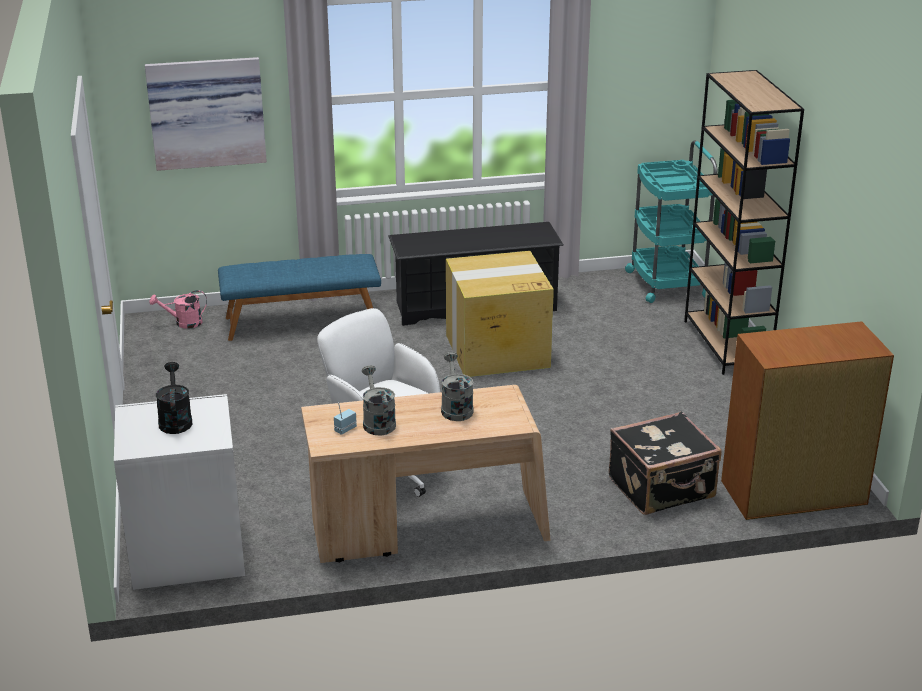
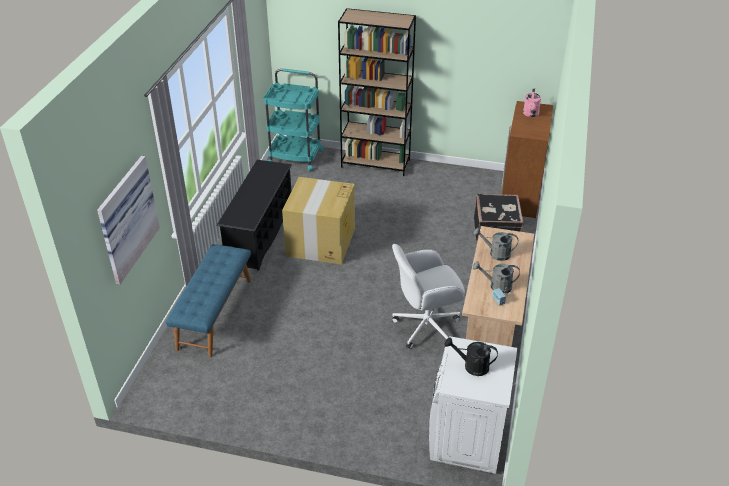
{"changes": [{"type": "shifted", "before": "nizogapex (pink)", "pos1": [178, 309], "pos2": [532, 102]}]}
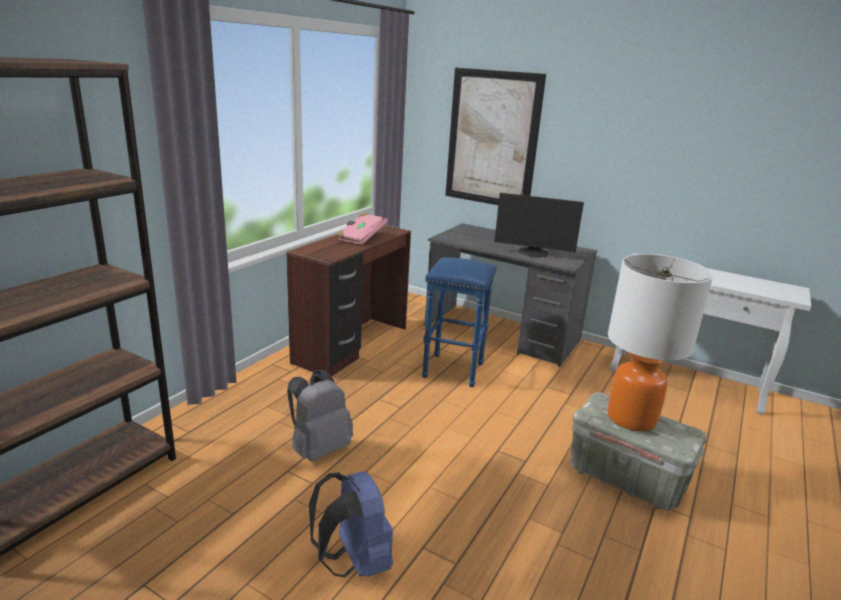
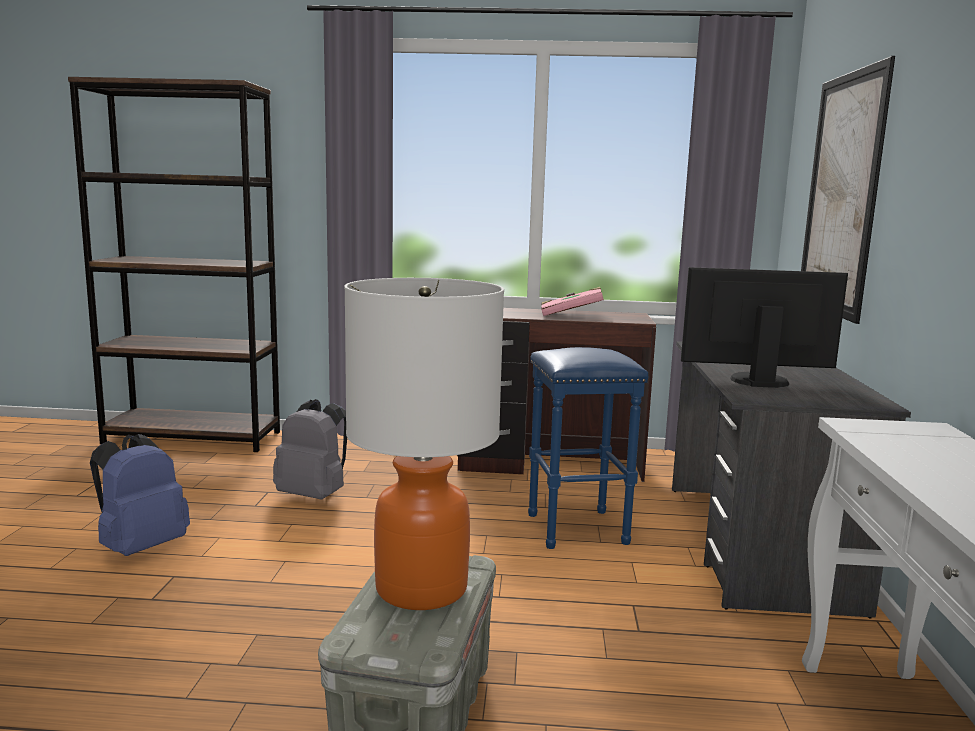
{"changes": [{"type": "rotated", "before": "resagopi", "pos1": [539, 225], "pos2": [764, 327], "turn": 105}]}
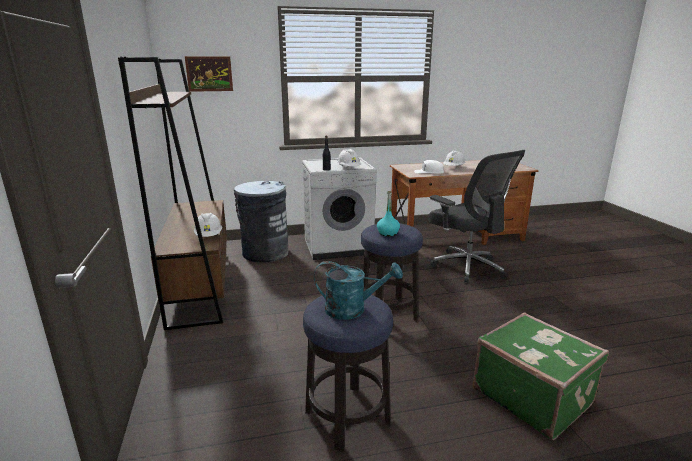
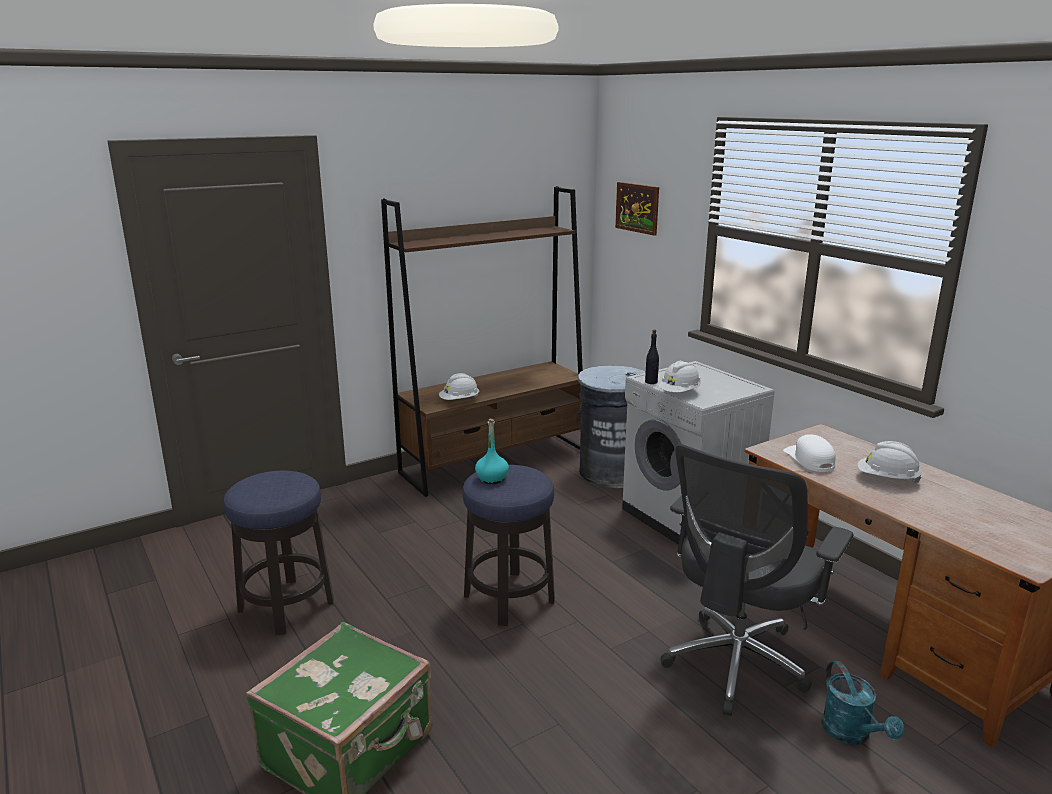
{"changes": [{"type": "shifted", "before": "nizogapex (turquoise)", "pos1": [358, 290], "pos2": [862, 703]}]}
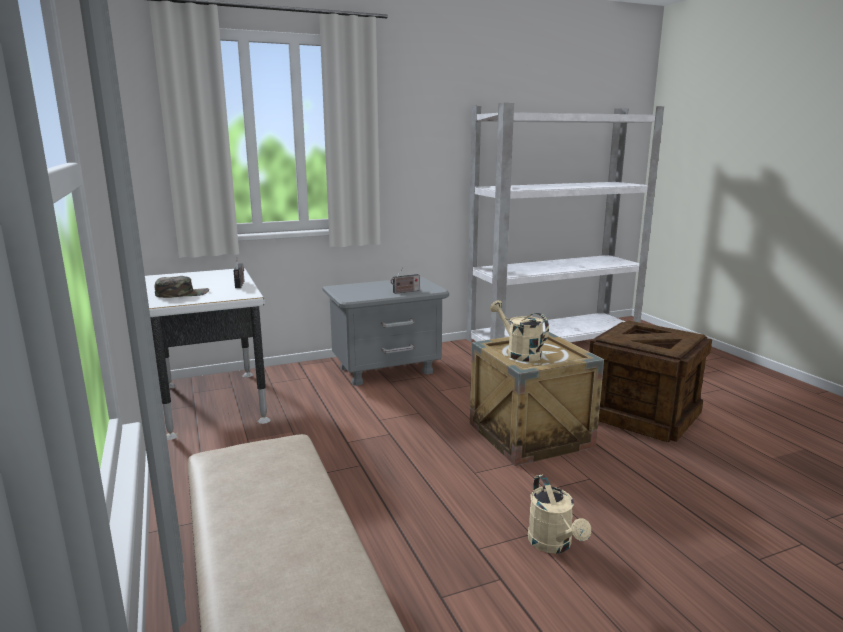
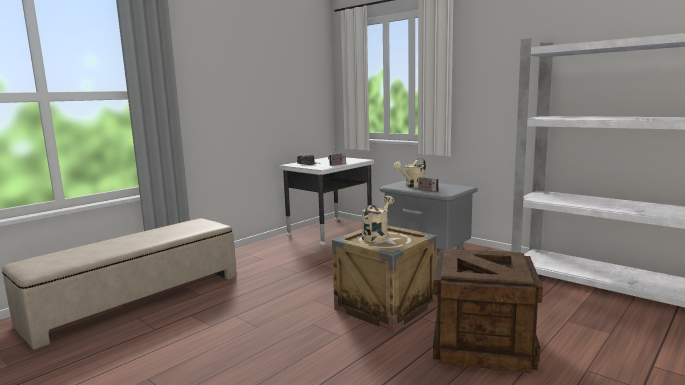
{"changes": [{"type": "shifted", "before": "nizogapex (beige)", "pos1": [559, 514], "pos2": [410, 172]}]}
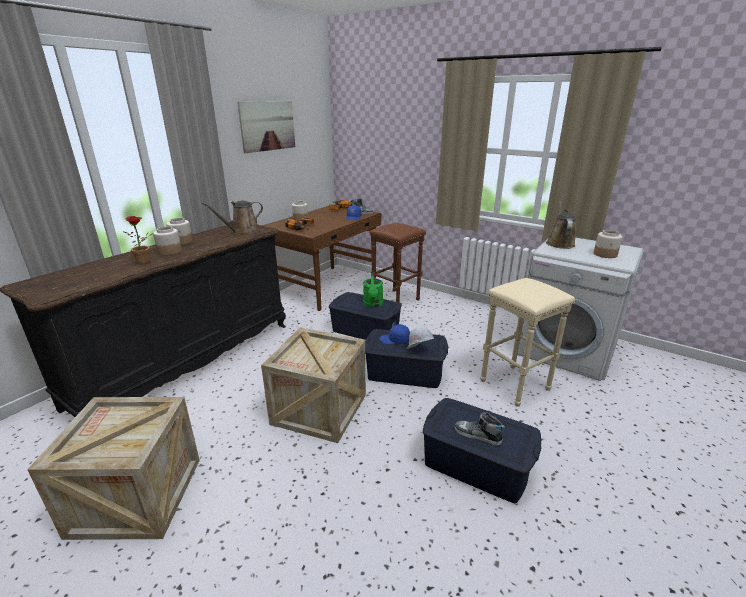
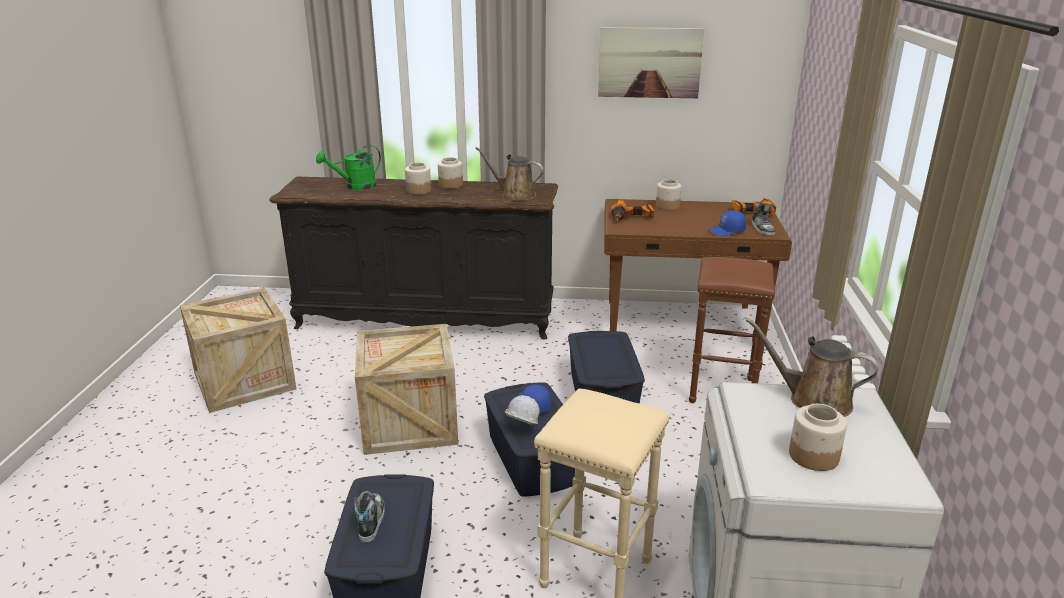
{"changes": [{"type": "gone", "before": "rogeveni", "pos1": [138, 240]}, {"type": "shifted", "before": "nizogapex (green)", "pos1": [373, 290], "pos2": [348, 167]}, {"type": "rotated", "before": "nizogapex (brown)", "pos1": [561, 225], "pos2": [812, 367], "turn": -135}]}
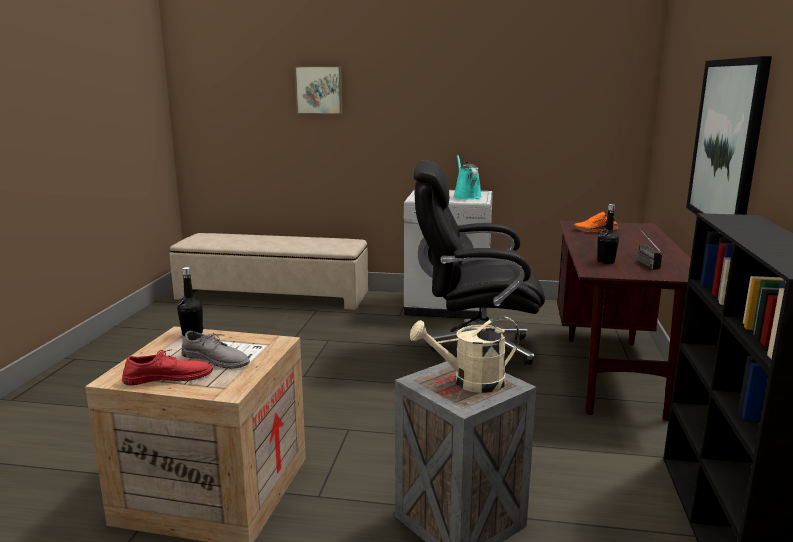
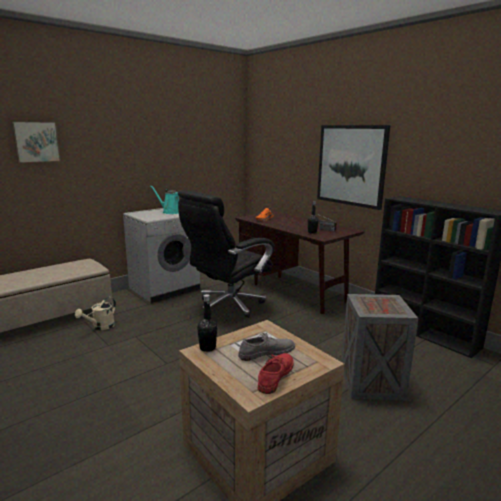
{"changes": [{"type": "shifted", "before": "nizogapex (beige)", "pos1": [465, 355], "pos2": [95, 313]}]}
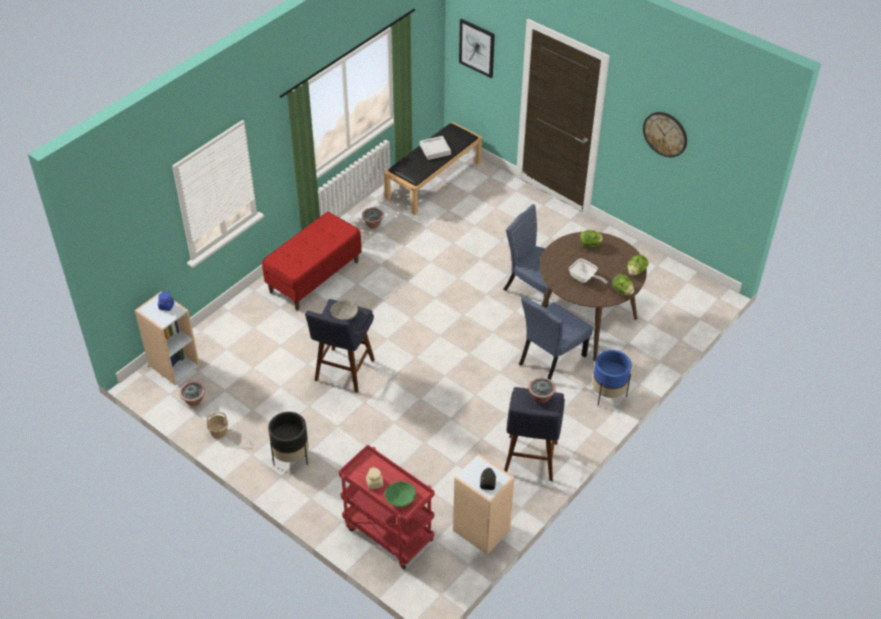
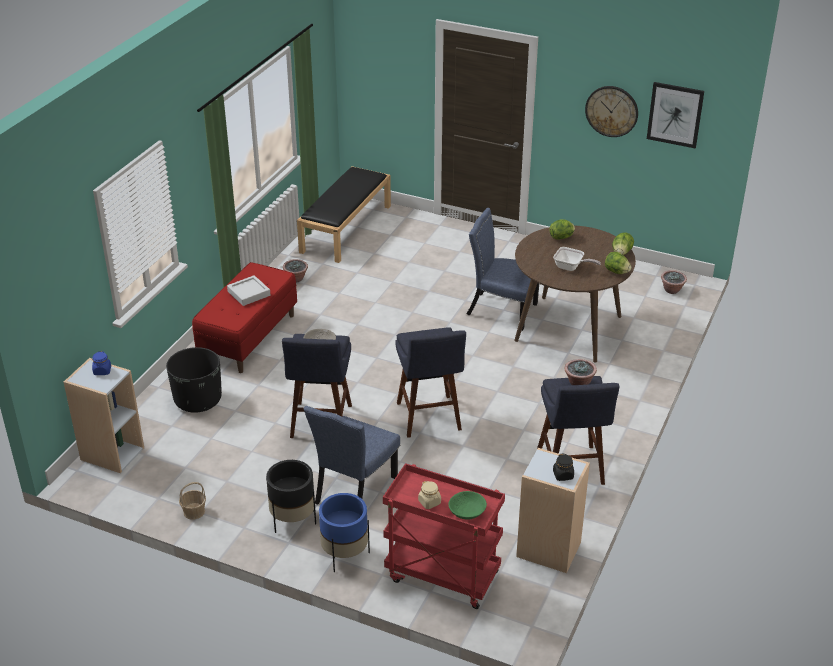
{"changes": [{"type": "new", "after": "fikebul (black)", "pos2": [194, 380]}, {"type": "new", "after": "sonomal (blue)", "pos2": [430, 382]}, {"type": "shifted", "before": "rogeveni", "pos1": [192, 394], "pos2": [674, 282]}, {"type": "shifted", "before": "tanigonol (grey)", "pos1": [435, 148], "pos2": [248, 290]}, {"type": "shifted", "before": "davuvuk", "pos1": [477, 48], "pos2": [675, 115]}, {"type": "shifted", "before": "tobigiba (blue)", "pos1": [556, 337], "pos2": [352, 455]}, {"type": "shifted", "before": "fikebul (blue)", "pos1": [611, 377], "pos2": [344, 532]}]}
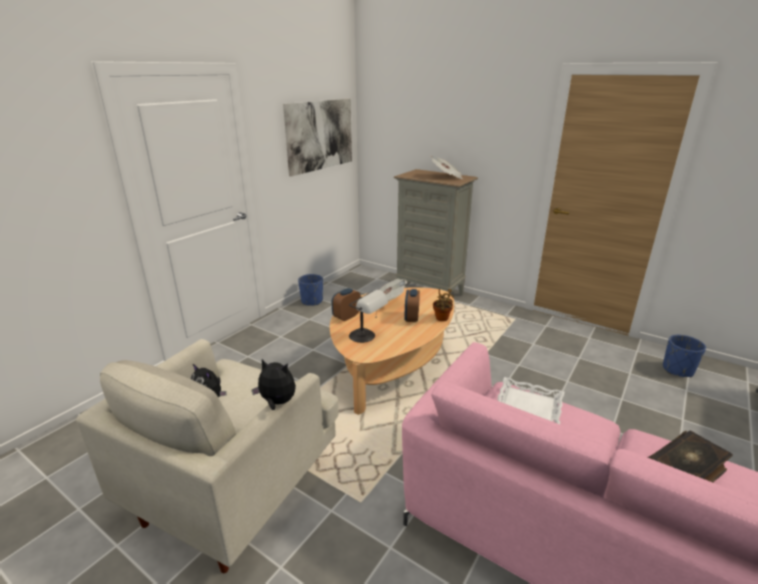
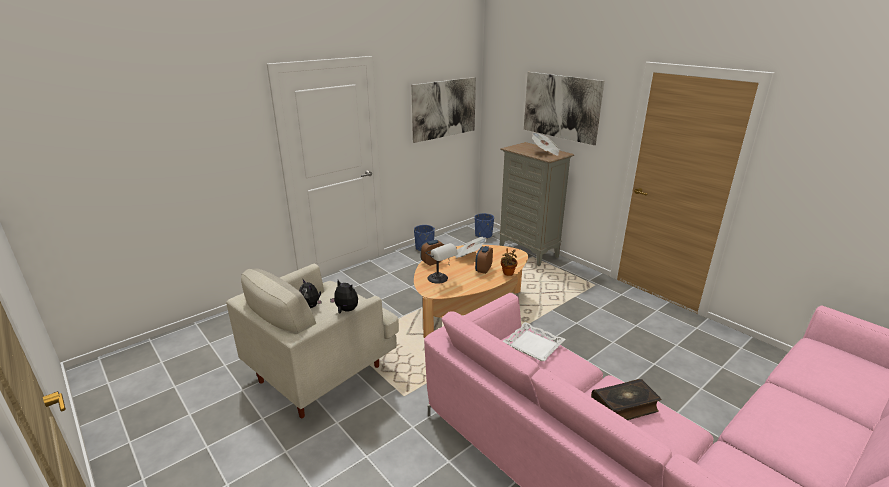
{"changes": [{"type": "new", "after": "davuvuk", "pos2": [564, 108]}, {"type": "shifted", "before": "fikebul (blue)", "pos1": [684, 356], "pos2": [484, 225]}]}
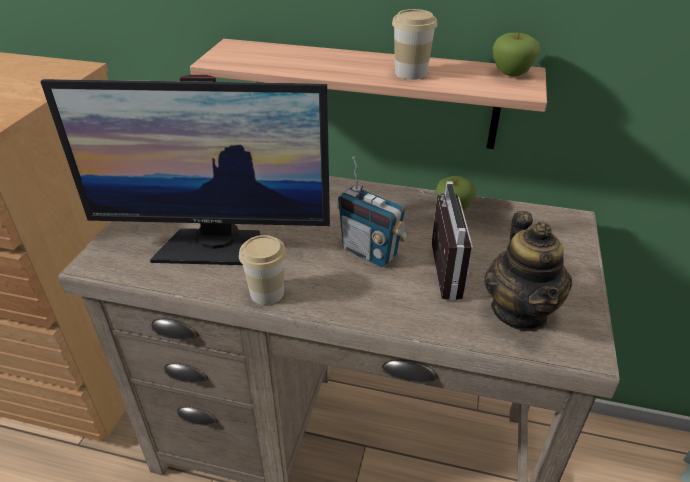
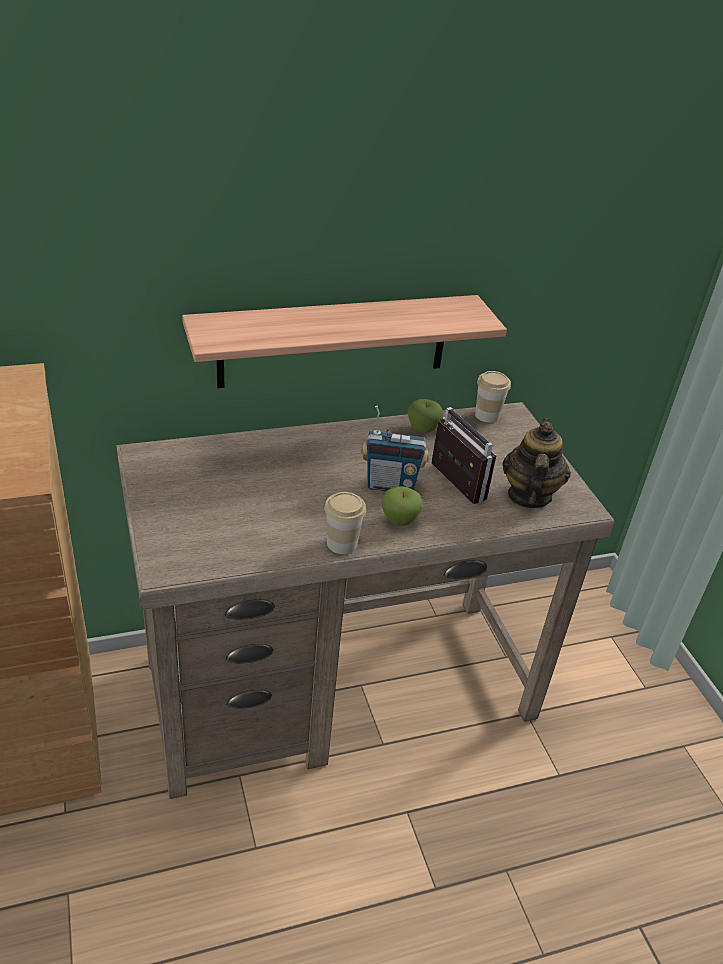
{"changes": [{"type": "gone", "before": "resagopi", "pos1": [185, 170]}, {"type": "shifted", "before": "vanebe", "pos1": [414, 44], "pos2": [493, 397]}, {"type": "shifted", "before": "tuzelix", "pos1": [516, 55], "pos2": [402, 506]}, {"type": "rotated", "before": "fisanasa", "pos1": [528, 271], "pos2": [536, 463], "turn": -135}]}
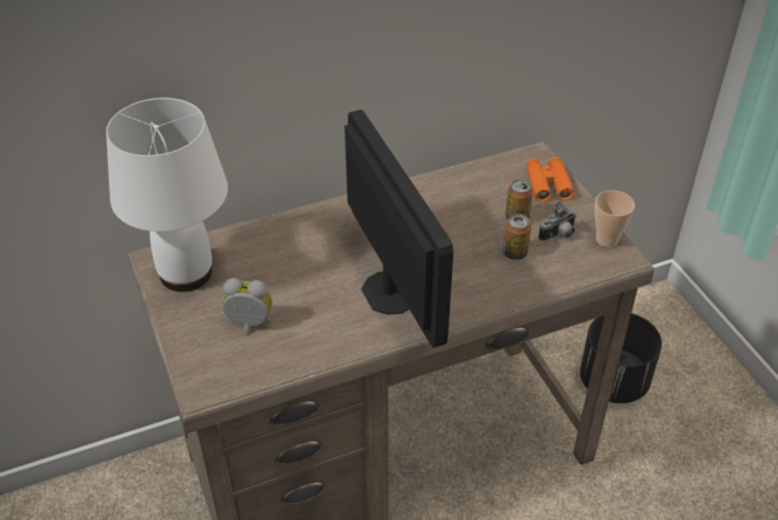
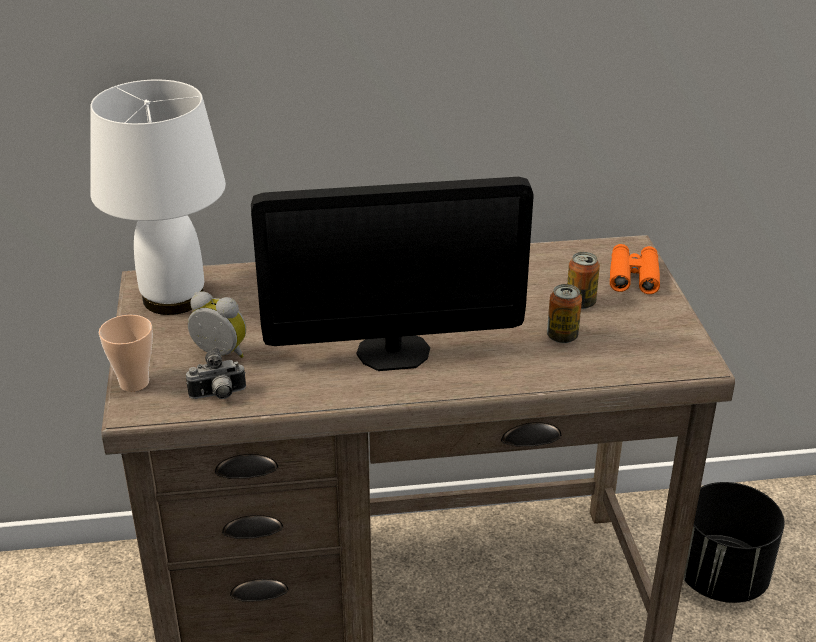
{"changes": [{"type": "shifted", "before": "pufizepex", "pos1": [557, 221], "pos2": [216, 373]}, {"type": "shifted", "before": "vanebe", "pos1": [615, 218], "pos2": [126, 353]}, {"type": "rotated", "before": "resagopi", "pos1": [399, 229], "pos2": [392, 274], "turn": 90}]}
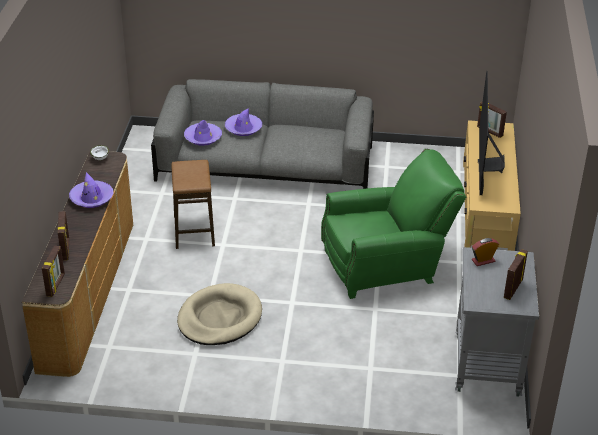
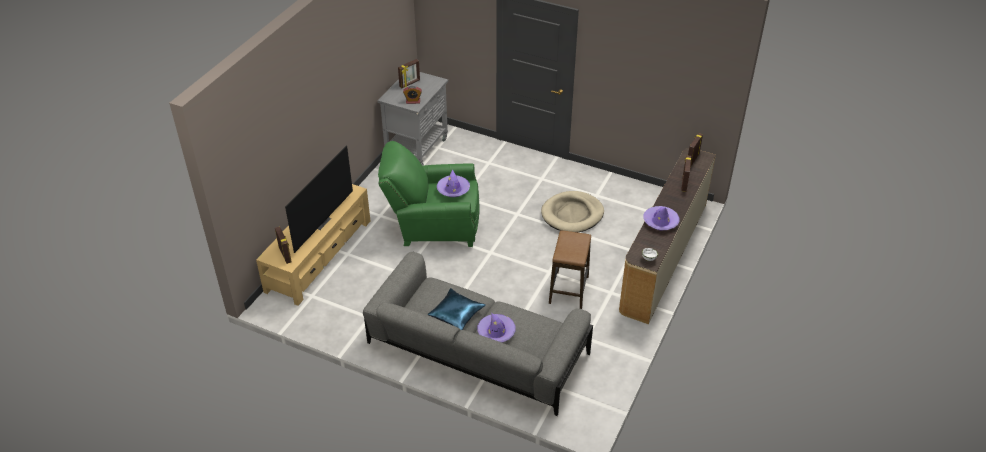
{"changes": [{"type": "new", "after": "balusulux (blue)", "pos2": [456, 309]}, {"type": "shifted", "before": "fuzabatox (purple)", "pos1": [203, 133], "pos2": [453, 183]}]}
